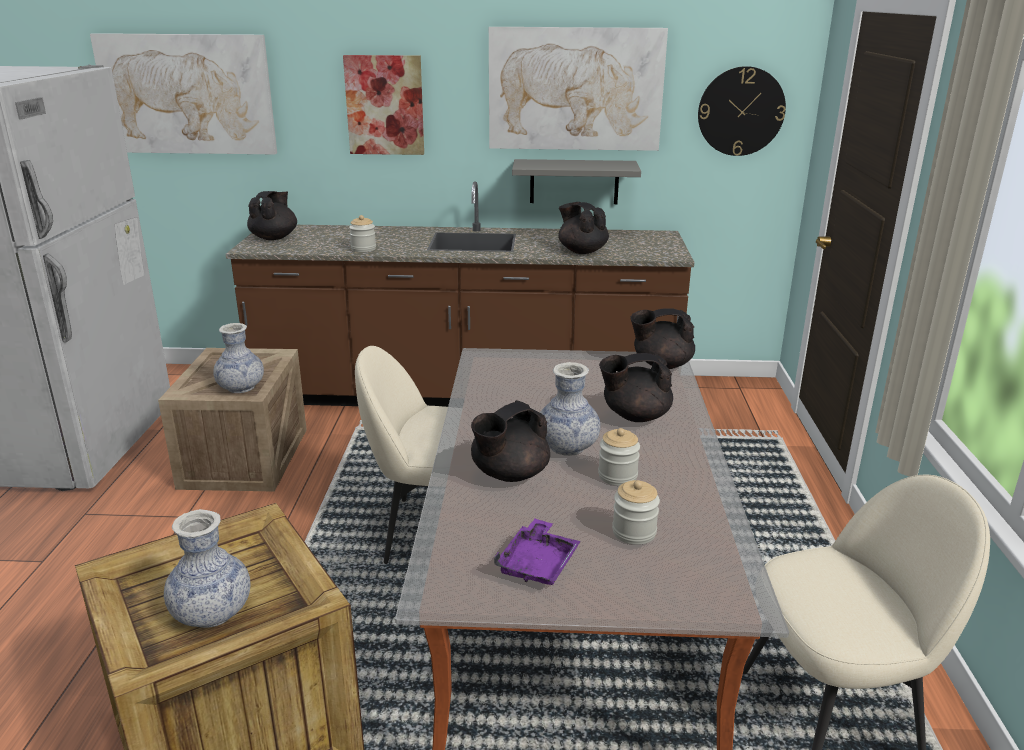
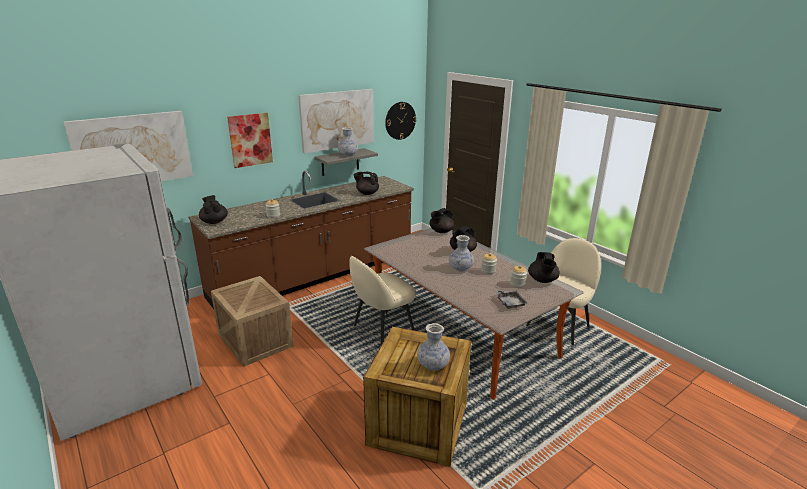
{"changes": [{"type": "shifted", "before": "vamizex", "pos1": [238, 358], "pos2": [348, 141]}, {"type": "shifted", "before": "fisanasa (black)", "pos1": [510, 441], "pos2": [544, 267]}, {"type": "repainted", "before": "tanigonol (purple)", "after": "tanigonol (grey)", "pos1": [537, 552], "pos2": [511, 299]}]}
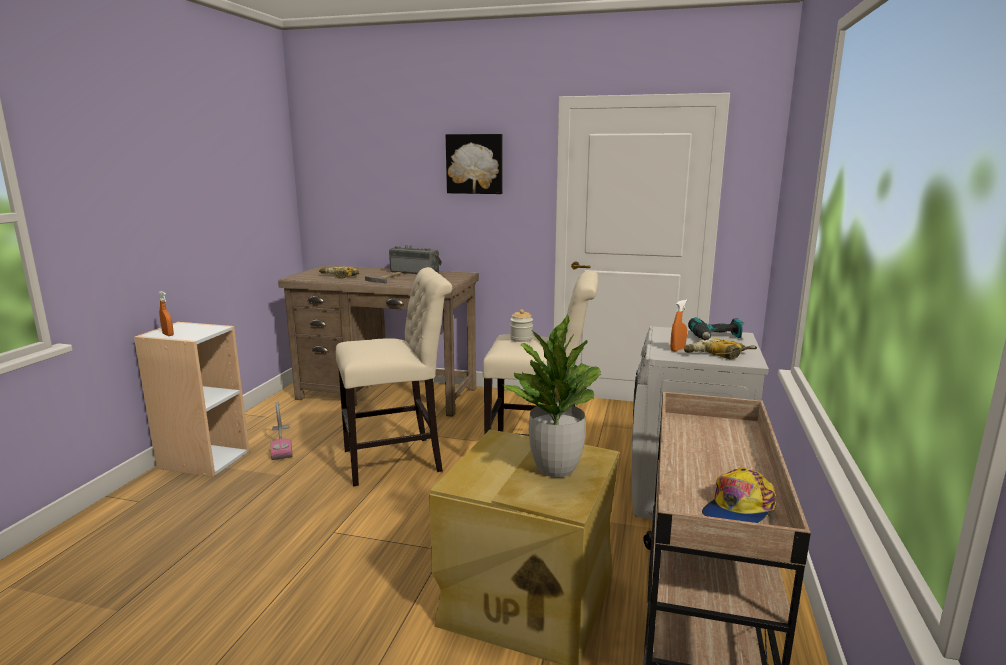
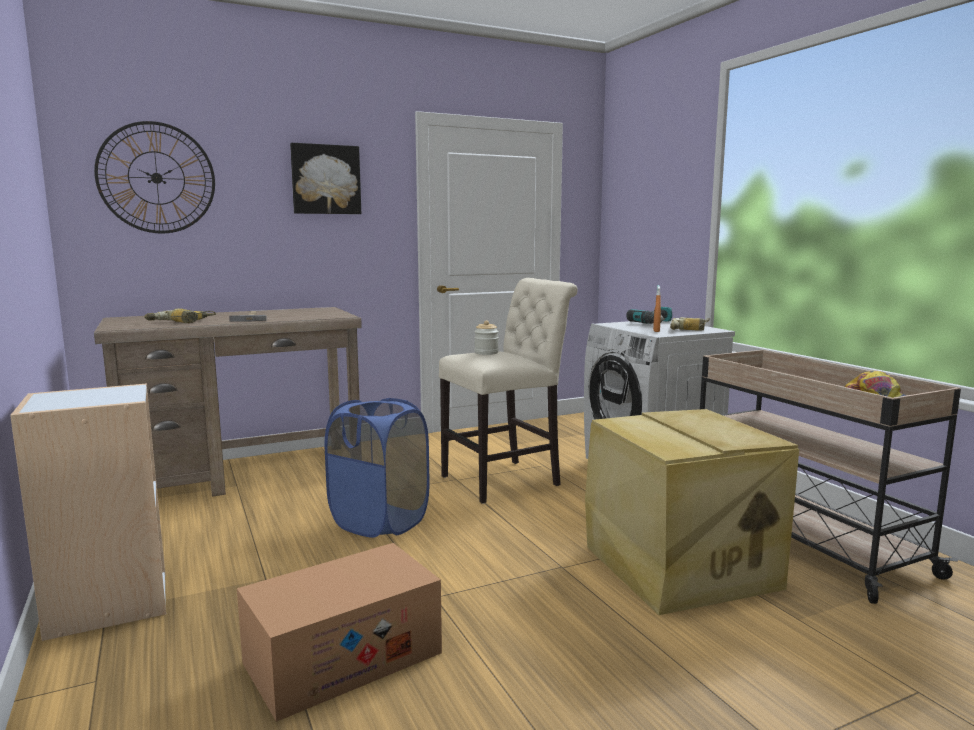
{"changes": [{"type": "gone", "before": "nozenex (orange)", "pos1": [166, 313]}, {"type": "gone", "before": "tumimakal", "pos1": [282, 430]}, {"type": "gone", "before": "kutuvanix", "pos1": [415, 259]}, {"type": "gone", "before": "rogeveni", "pos1": [551, 395]}, {"type": "new", "after": "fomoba", "pos2": [154, 177]}, {"type": "new", "after": "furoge", "pos2": [339, 632]}, {"type": "swapped", "before": "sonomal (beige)", "after": "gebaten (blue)", "pos1": [394, 377], "pos2": [377, 468]}]}
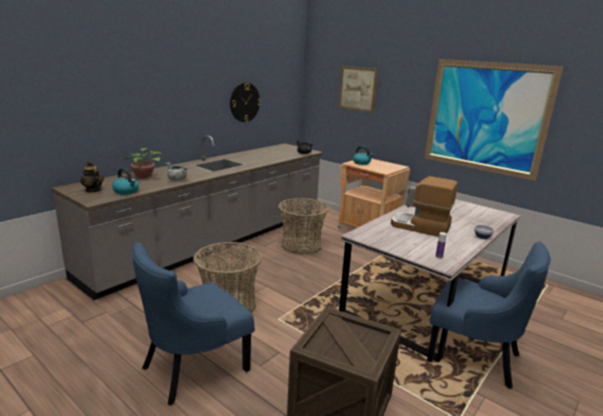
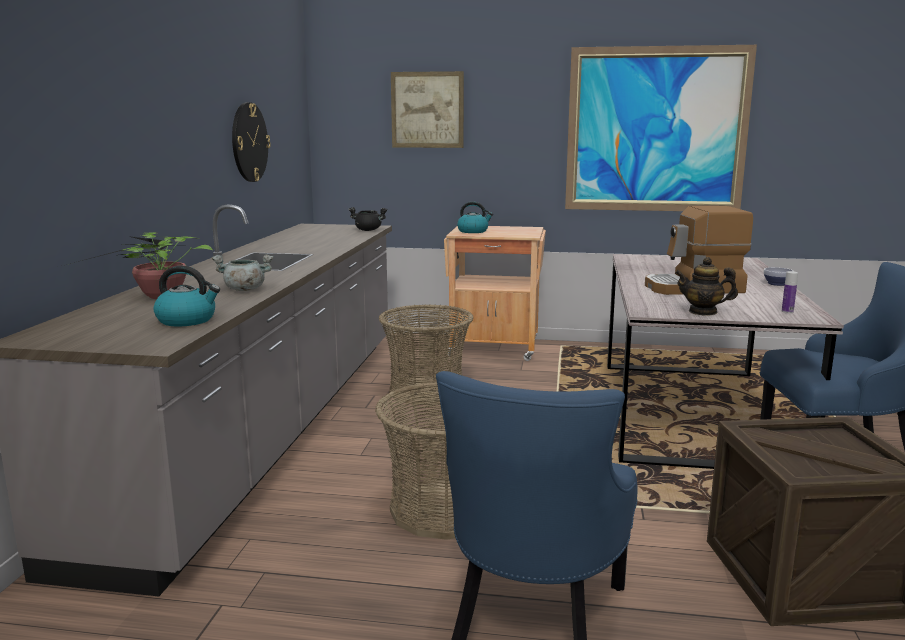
{"changes": [{"type": "shifted", "before": "fisanasa", "pos1": [92, 176], "pos2": [706, 286]}]}
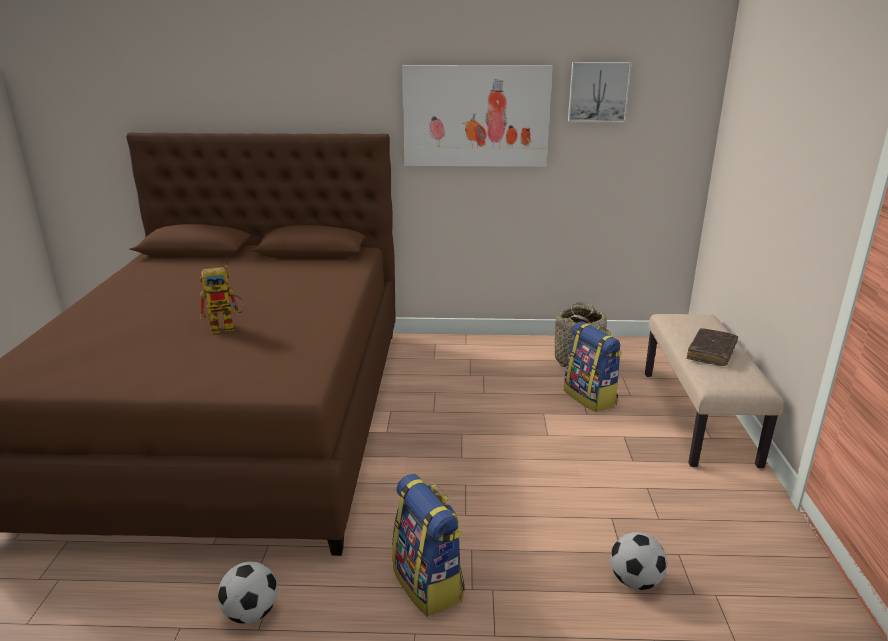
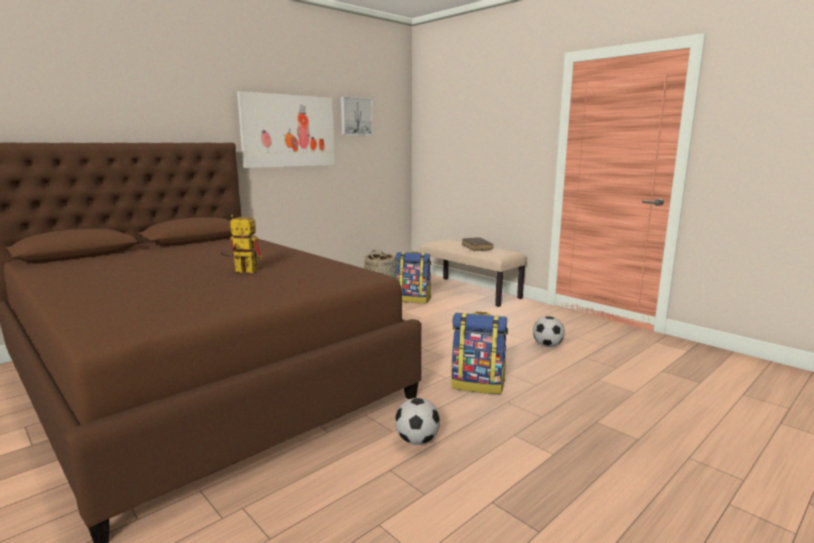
{"changes": [{"type": "rotated", "before": "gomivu", "pos1": [221, 299], "pos2": [241, 244], "turn": -105}]}
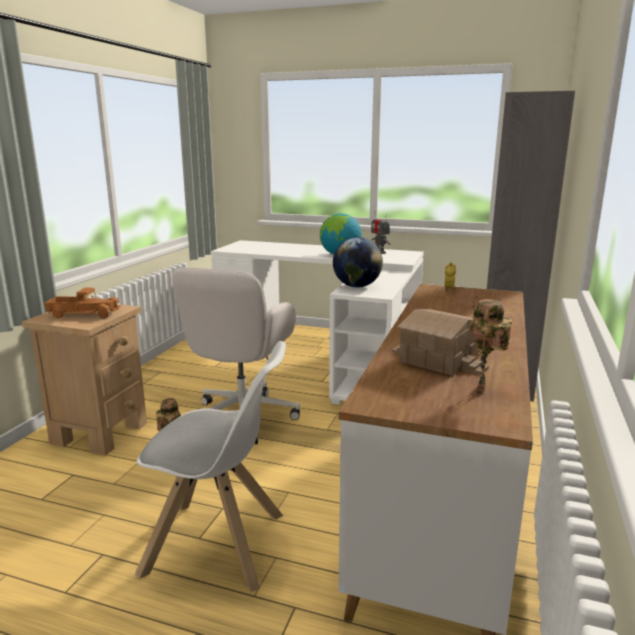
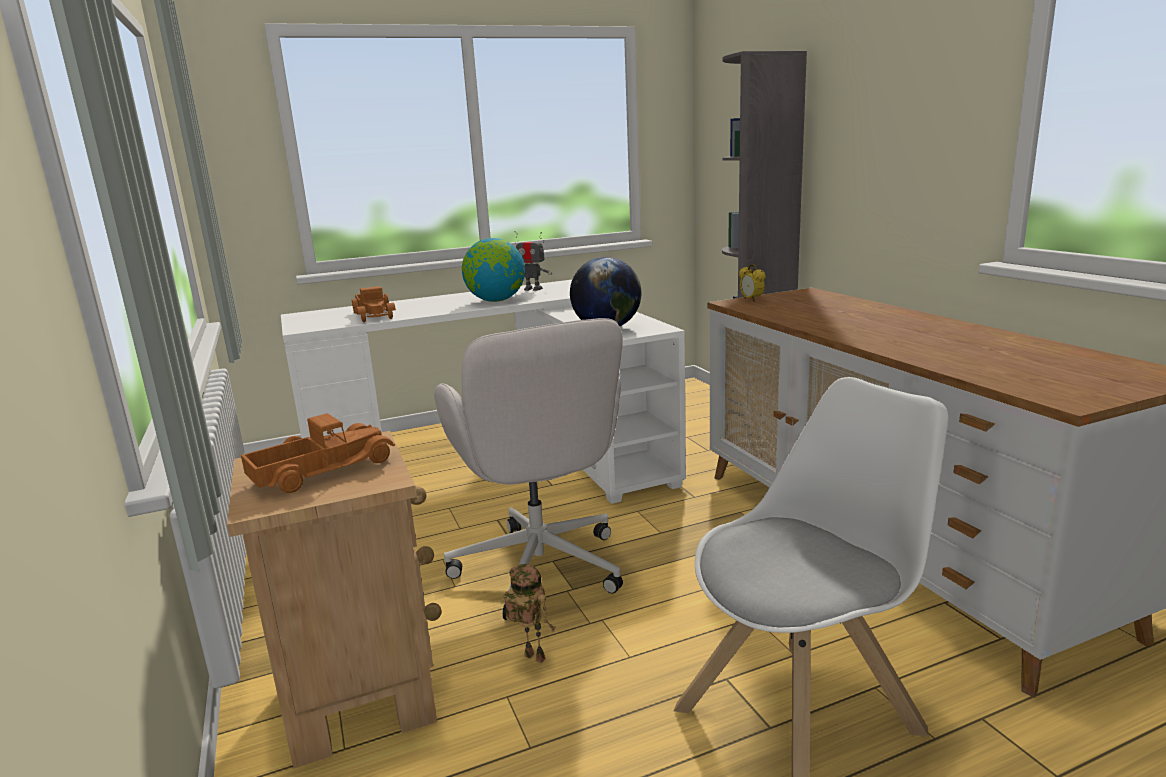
{"changes": [{"type": "gone", "before": "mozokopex", "pos1": [440, 342]}, {"type": "gone", "before": "gomivu", "pos1": [490, 346]}, {"type": "new", "after": "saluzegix", "pos2": [374, 304]}]}
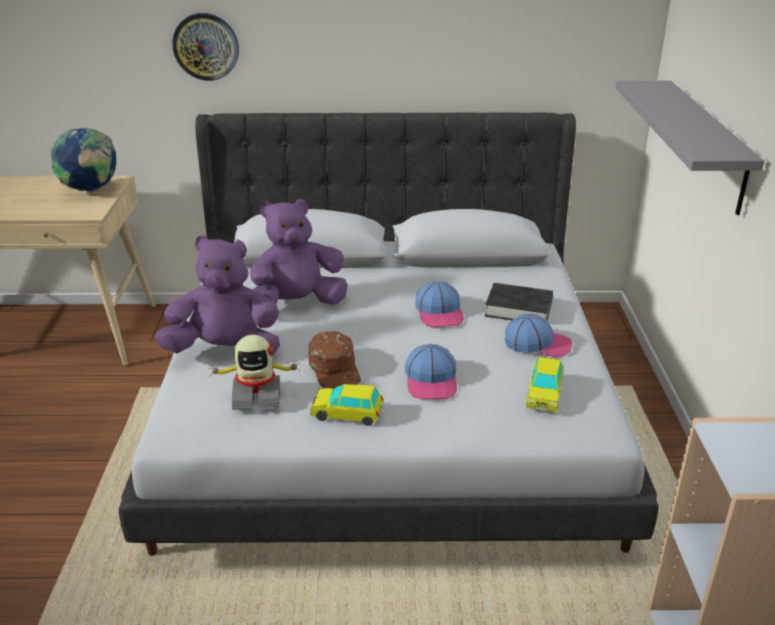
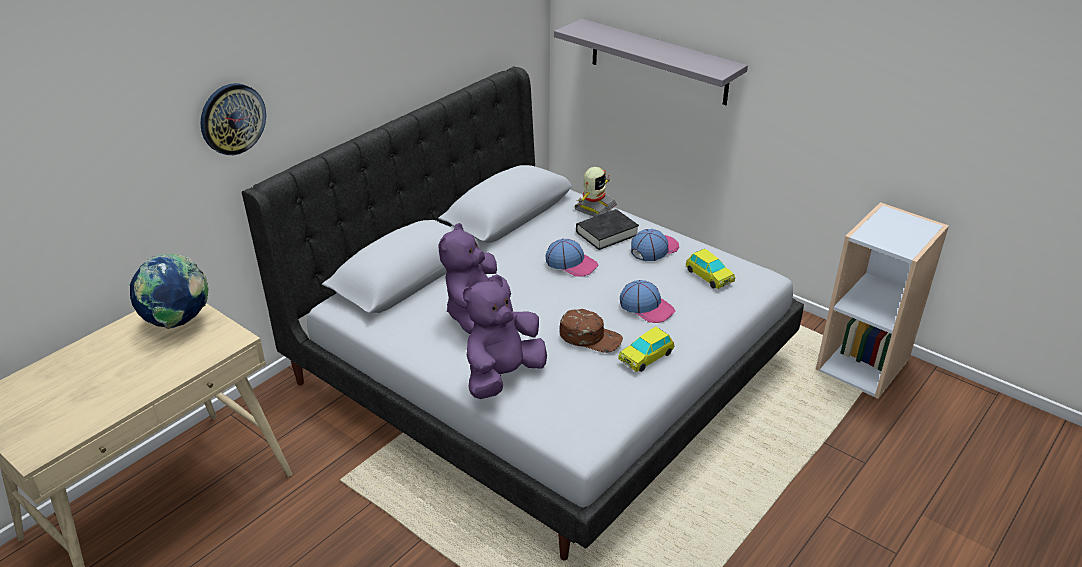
{"changes": [{"type": "shifted", "before": "gomivu", "pos1": [254, 372], "pos2": [596, 192]}]}
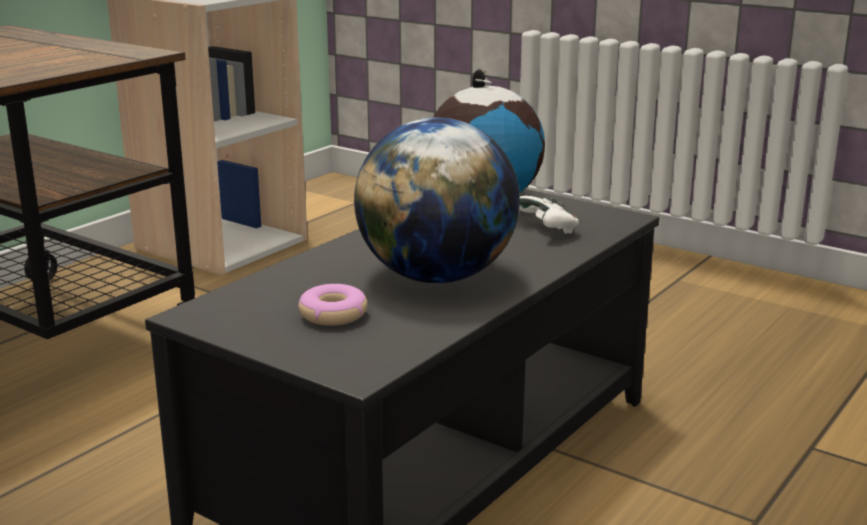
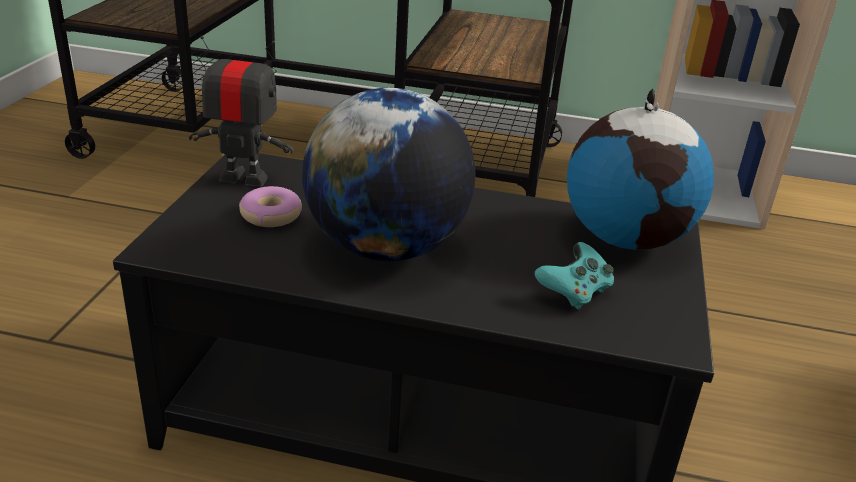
{"changes": [{"type": "new", "after": "gomivu", "pos2": [241, 111]}, {"type": "repainted", "before": "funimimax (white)", "after": "funimimax (turquoise)", "pos1": [549, 215], "pos2": [574, 276]}]}
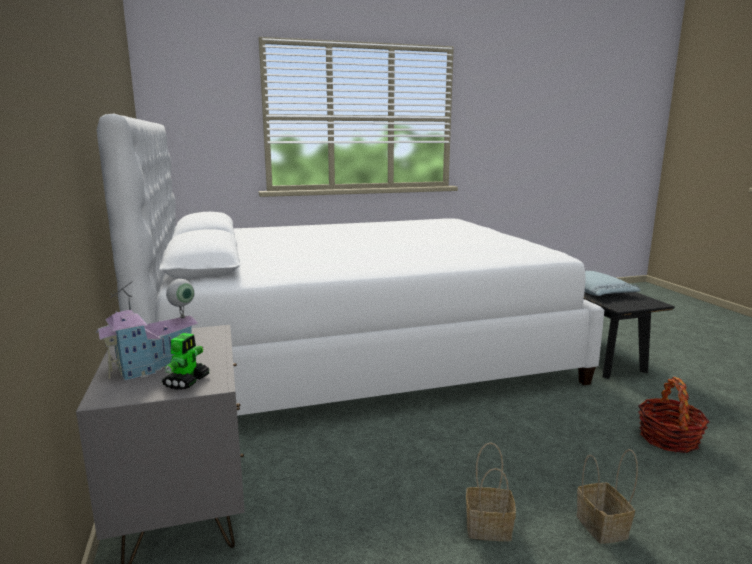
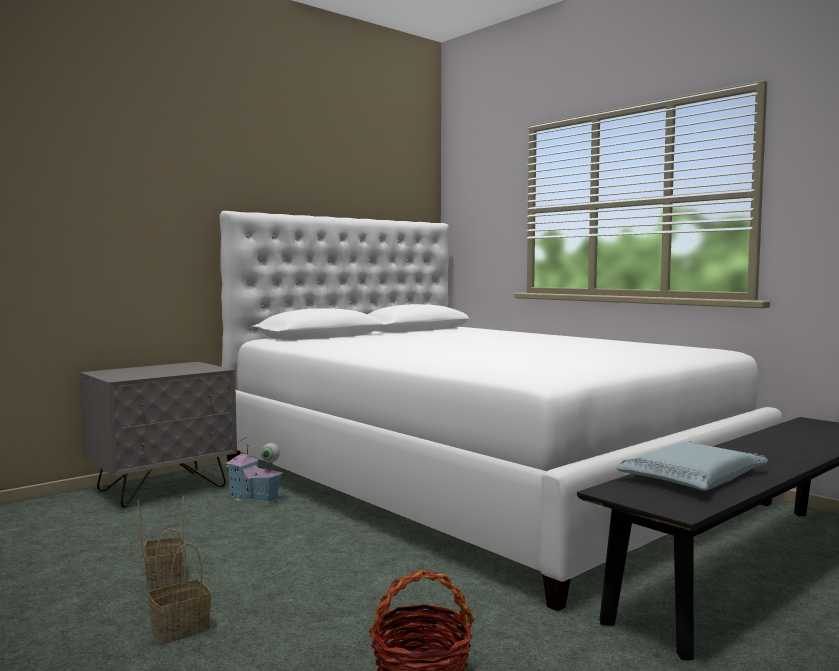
{"changes": [{"type": "gone", "before": "gomivu", "pos1": [186, 361]}, {"type": "shifted", "before": "mozokopex", "pos1": [147, 330], "pos2": [254, 469]}]}
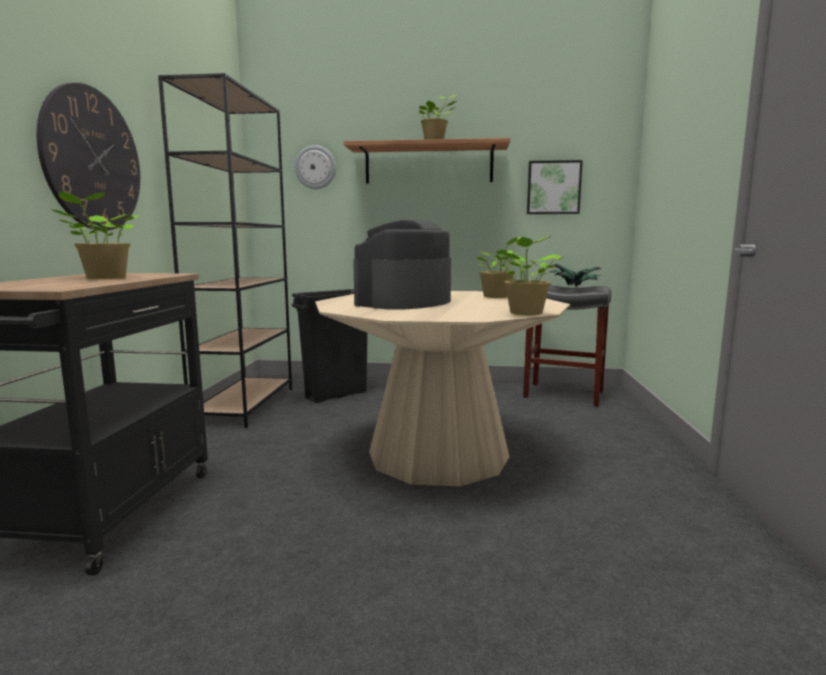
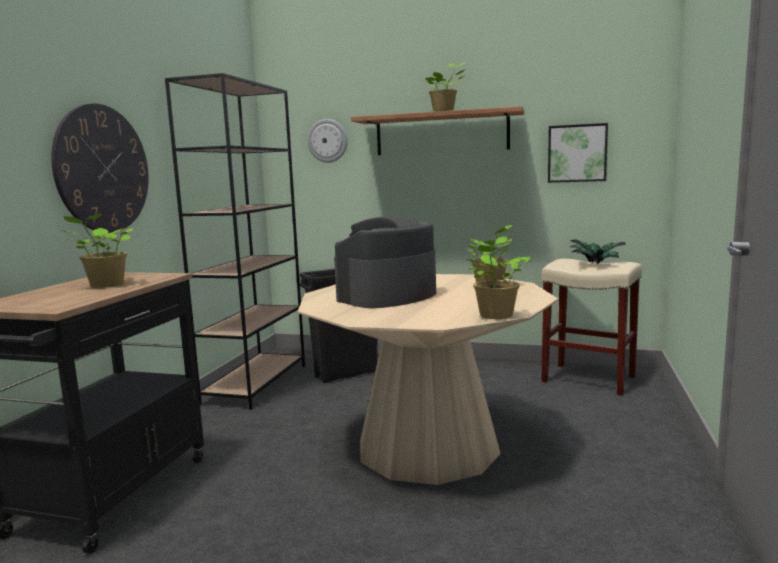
{"changes": [{"type": "repainted", "before": "sonomal (black)", "after": "sonomal (beige)", "pos1": [567, 345], "pos2": [591, 327]}]}
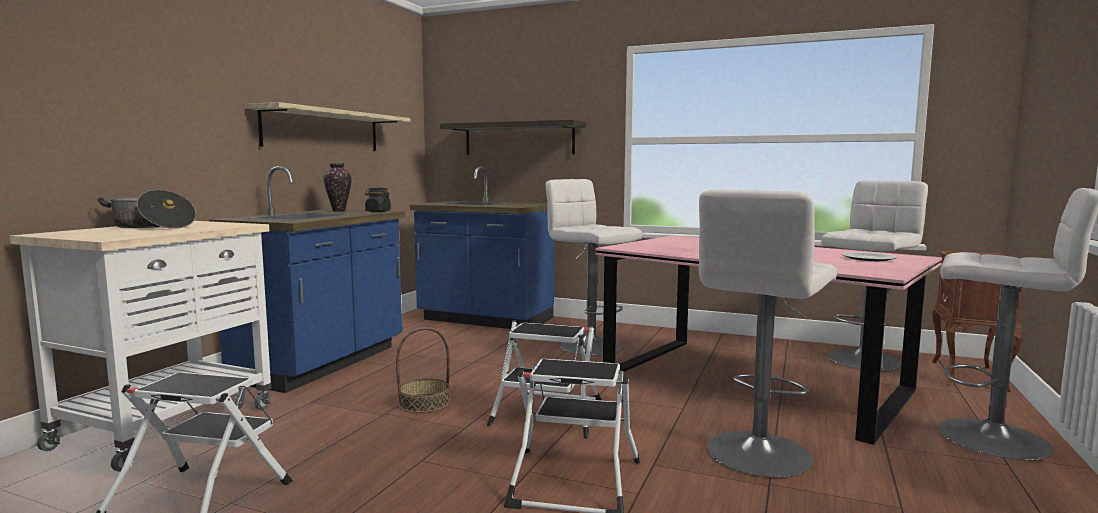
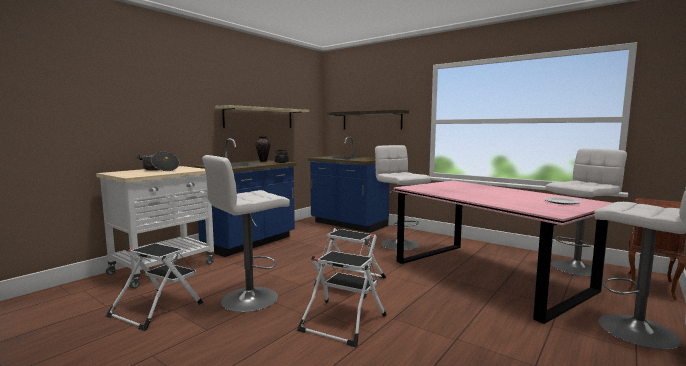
{"changes": [{"type": "gone", "before": "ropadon", "pos1": [423, 370]}, {"type": "shifted", "before": "sonomal (white)", "pos1": [768, 333], "pos2": [246, 233]}]}
